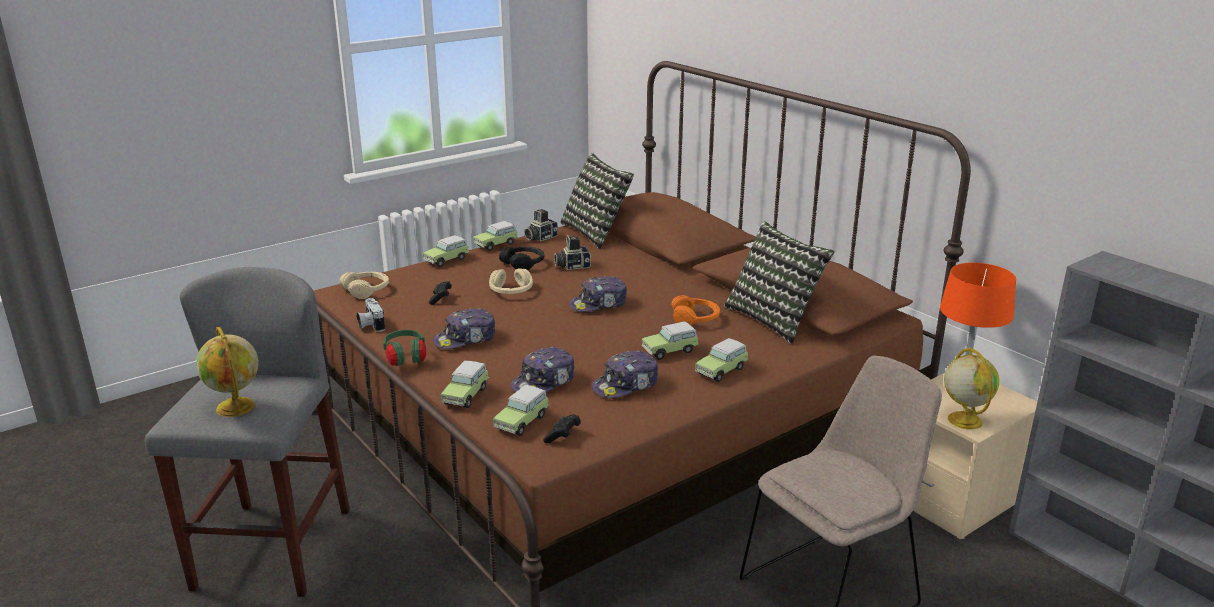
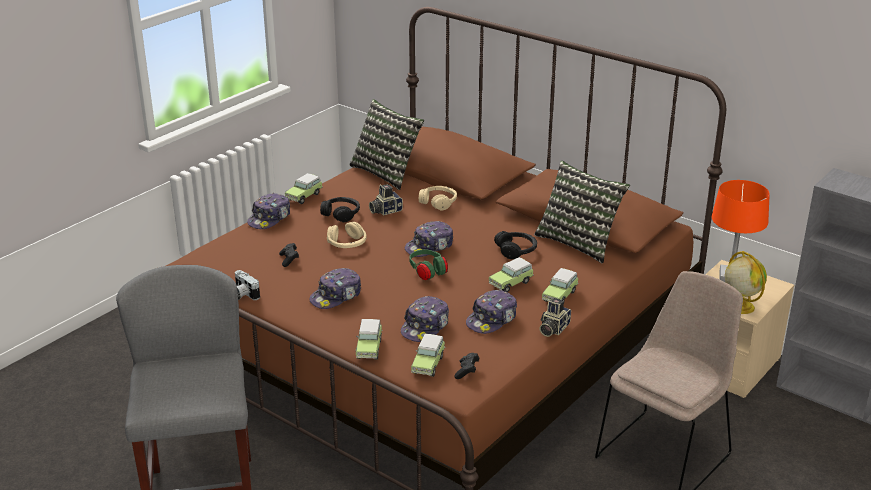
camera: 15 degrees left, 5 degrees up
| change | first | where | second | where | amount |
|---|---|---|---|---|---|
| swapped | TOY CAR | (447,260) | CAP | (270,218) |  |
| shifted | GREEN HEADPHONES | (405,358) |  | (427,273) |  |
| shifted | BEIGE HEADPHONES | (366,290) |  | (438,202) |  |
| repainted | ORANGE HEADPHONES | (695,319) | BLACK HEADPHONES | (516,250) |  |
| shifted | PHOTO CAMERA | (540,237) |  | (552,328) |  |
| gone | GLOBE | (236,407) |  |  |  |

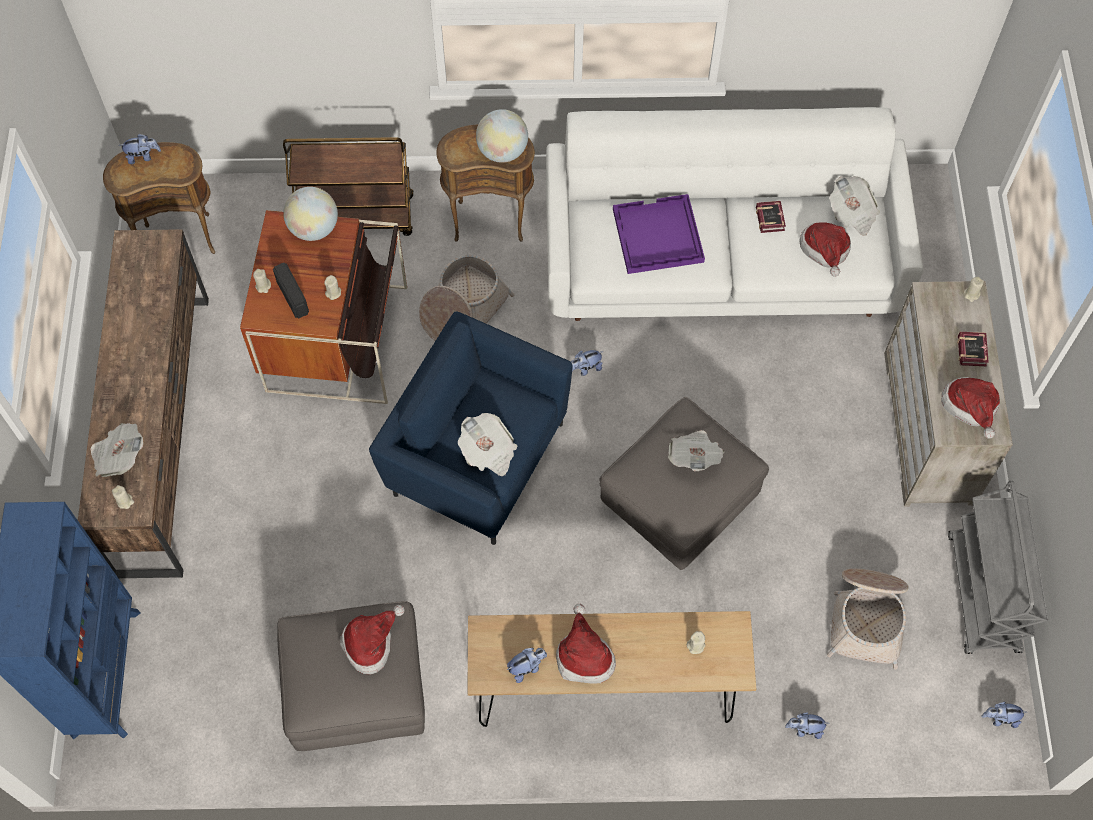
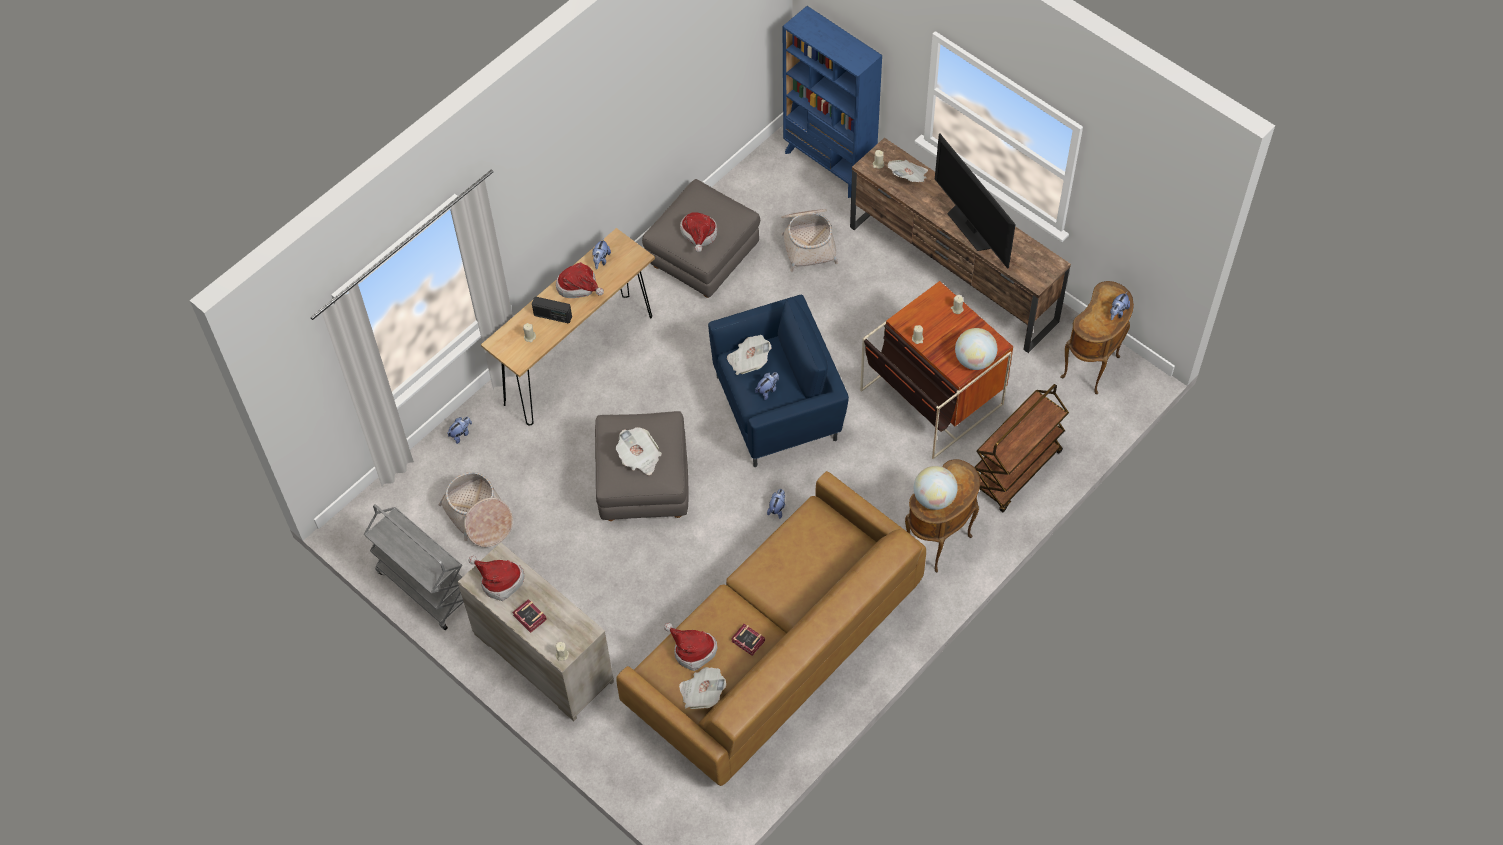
camera: 135 degrees right, 5 degrees down
| change | first | where | second | where | amount |
|---|---|---|---|---|---|
| shifted | RADIO | (293,297) |  | (552,316) |  |
| repainted | WHITE SOFA | (720,258) | BROWN SOFA | (776,650) |  |
| shifted | PLUSH TOY | (1000,718) |  | (768,390) |  |
| shifted | BASKET | (463,309) |  | (808,241) |  |
| new |  |  | TELEVISION | (972,227) |  |
| gone | PURPLE TRAY | (657,236) |  |  |  |

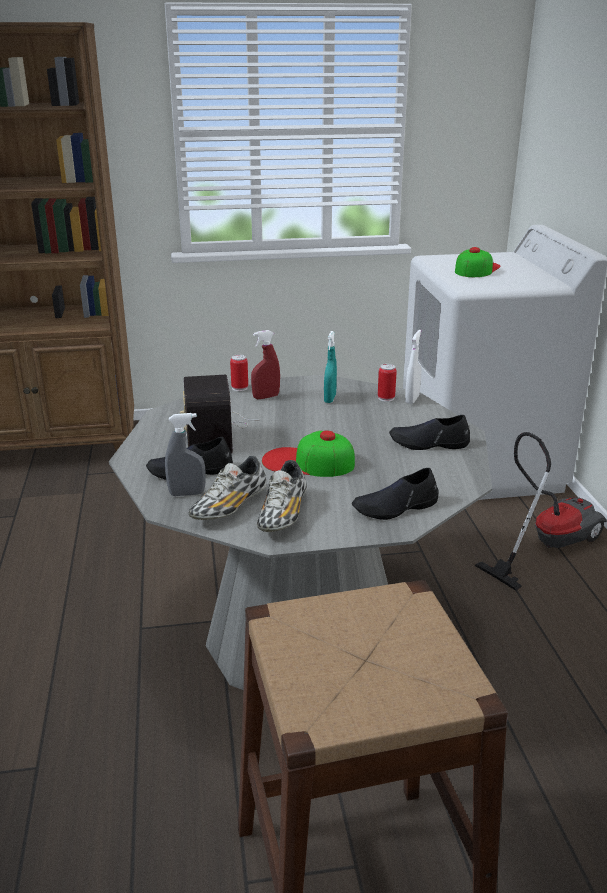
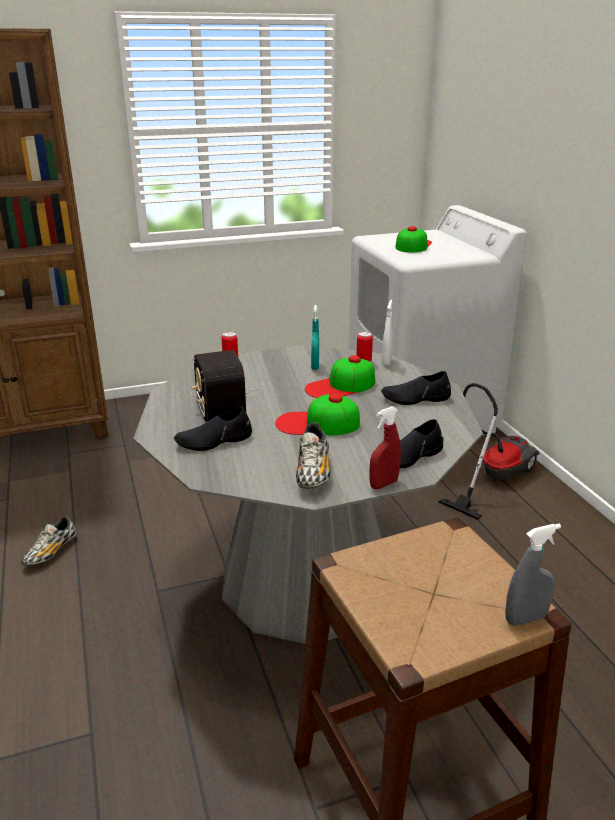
camera: 10 degrees left, 0 degrees up
| change | first | where | second | where | amount |
|---|---|---|---|---|---|
| shifted | SHOE | (229,507) |  | (51,552) |  |
| new |  |  | CAP | (341,386) |  |
| shifted | RED SPRAY BOTTLE | (266,397) |  | (383,484) |  |
| shifted | GREY SPRAY BOTTLE | (187,493) |  | (525,619) |  |

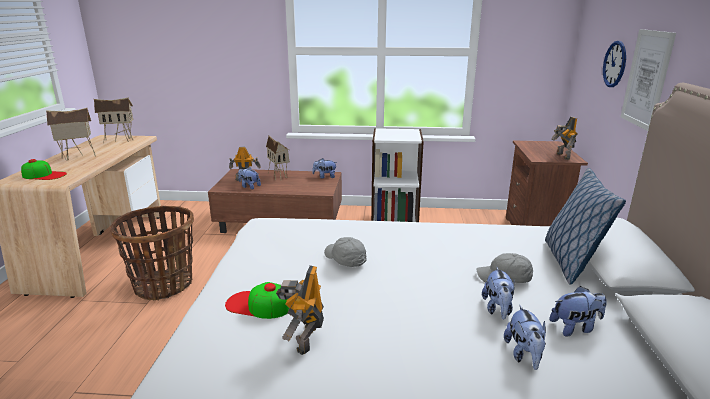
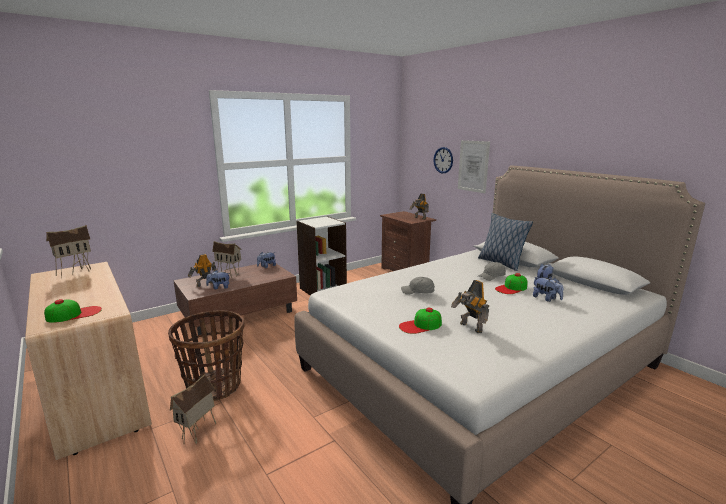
camera: 40 degrees left, 5 degrees down
| change | first | where | second | where | amount |
|---|---|---|---|---|---|
| shifted | TOY HOUSE | (77,157) |  | (199,434) |  |
| swapped | PLUSH TOY | (497,309) | CAP | (511,288) |  |

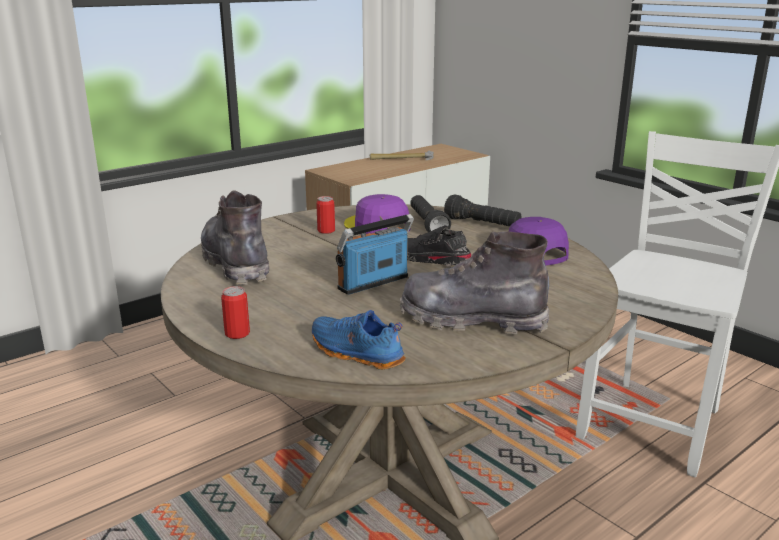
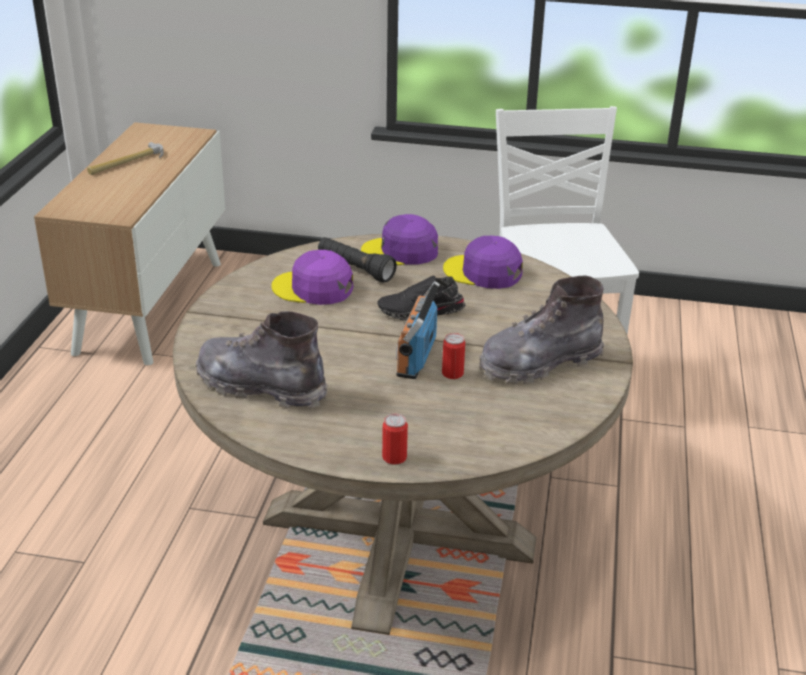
camera: 40 degrees left, 10 degrees up
| change | first | where | second | where | amount |
|---|---|---|---|---|---|
| swapped | BLACK FLASHLIGHT | (482,224) | PURPLE CAP | (401,251) |  |
| shifted | CAN | (326,231) |  | (452,373) |  |
| gone | BLUE SHOE | (355,354) |  |  |  |

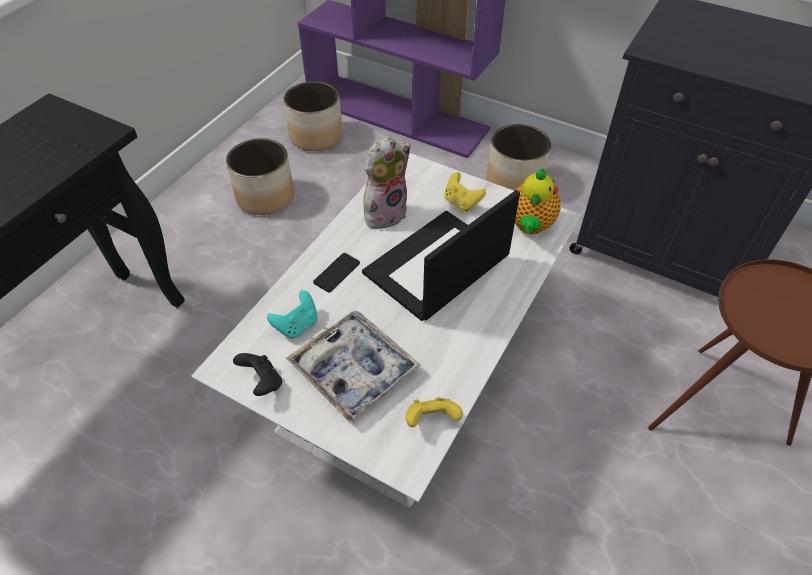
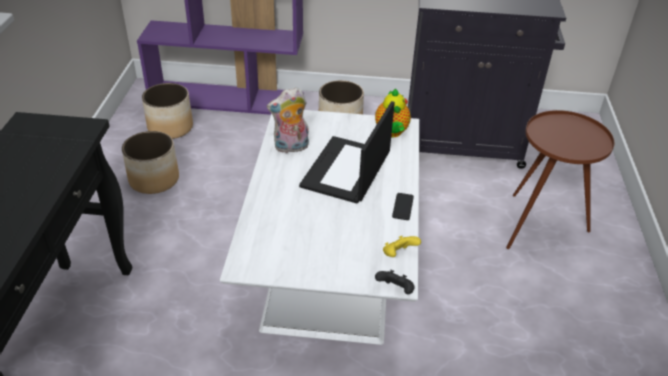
camera: 25 degrees left, 10 degrees down
| change | first | where | second | where | amount |
|---|---|---|---|---|---|
| rotated | PLUSH TOY | (385,212) |  | (291,148) | 135 degrees counterclockwise |
| shifted | BLACK GAME CONTROLLER | (262,382) |  | (395,290) |  |
| shifted | PHONE | (337,273) |  | (403,207) |  |
| gone | TURQUOISE GAME CONTROLLER | (297,325) |  |  |  |
| gone | TRAY | (354,370) |  |  |  |
| gone | YELLOW GAME CONTROLLER | (461,203) |  |  |  |

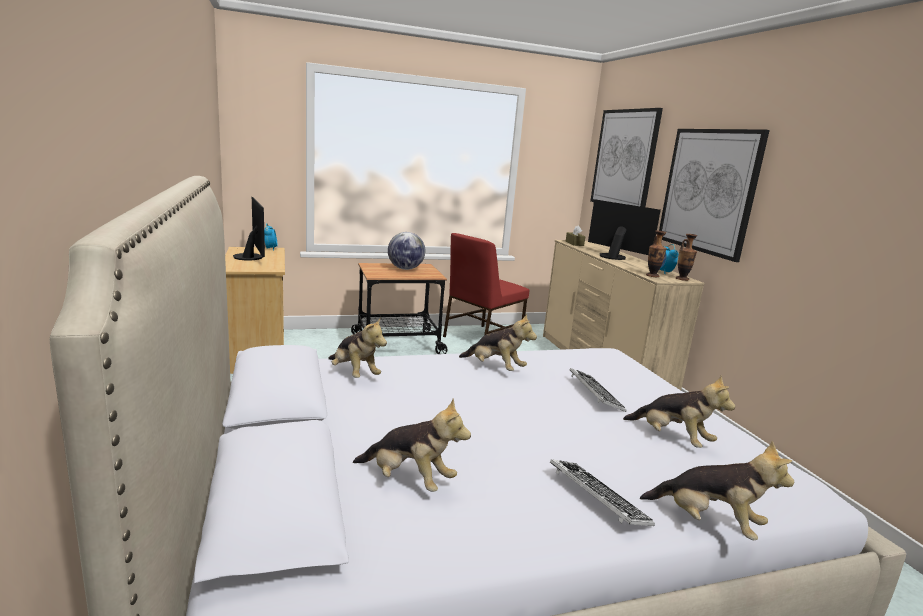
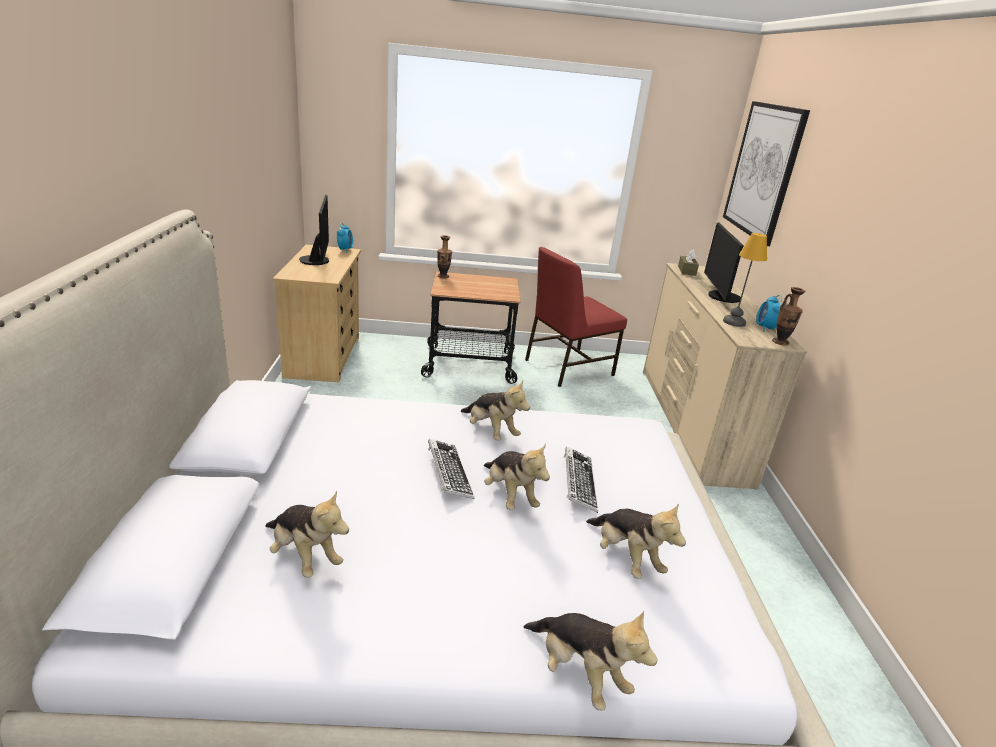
camera: 15 degrees right, 10 degrees up
| change | first | where | second | where | amount |
|---|---|---|---|---|---|
| shifted | KEYBOARD | (597,498) |  | (449,473) |  |
| shifted | VASE | (652,276) |  | (443,276) |  |
| shifted | PLUSH TOY | (354,374) |  | (509,495) |  |
| rotated | MONITOR | (614,256) |  | (720,296) | 150 degrees counterclockwise |
| new |  |  | TABLE LAMP | (734,322) |  |
| gone | GLOBE | (405,269) |  |  |  |
| gone | PICTURE | (708,191) |  |  |  |

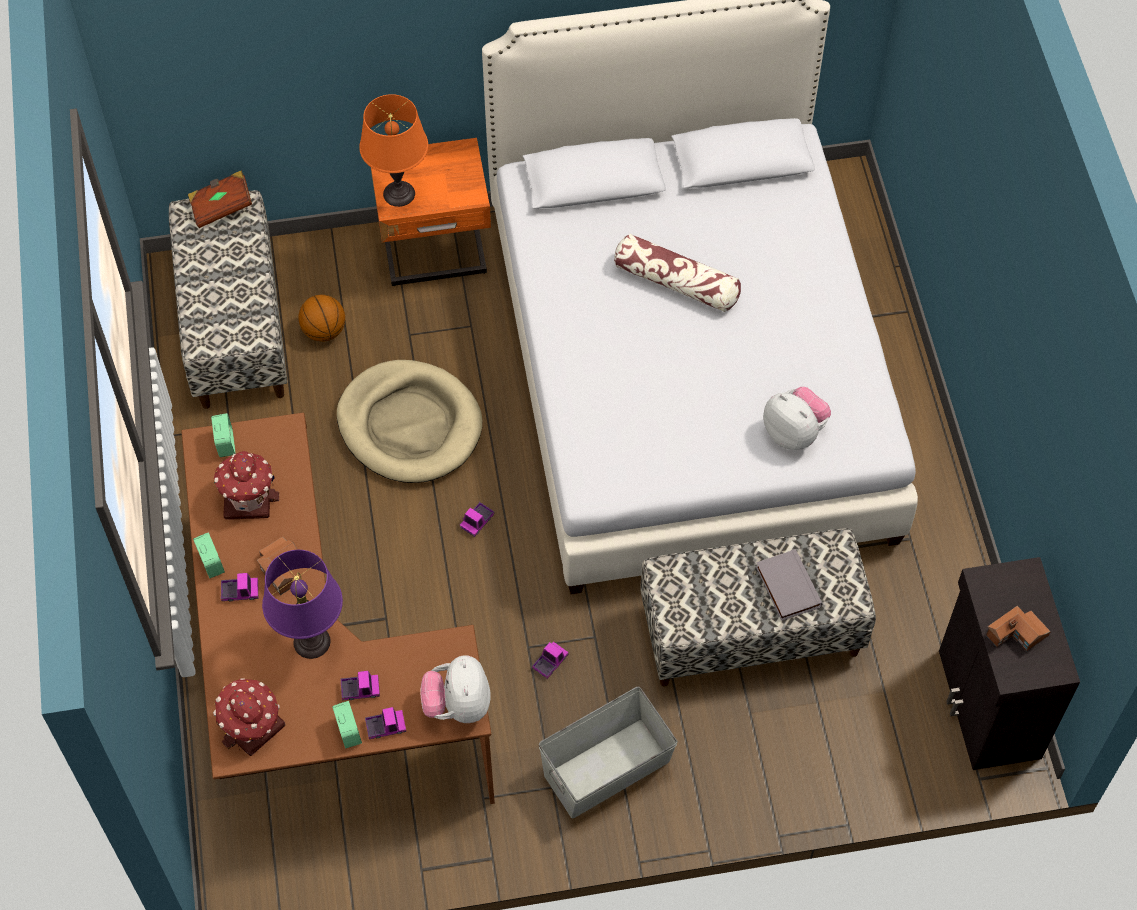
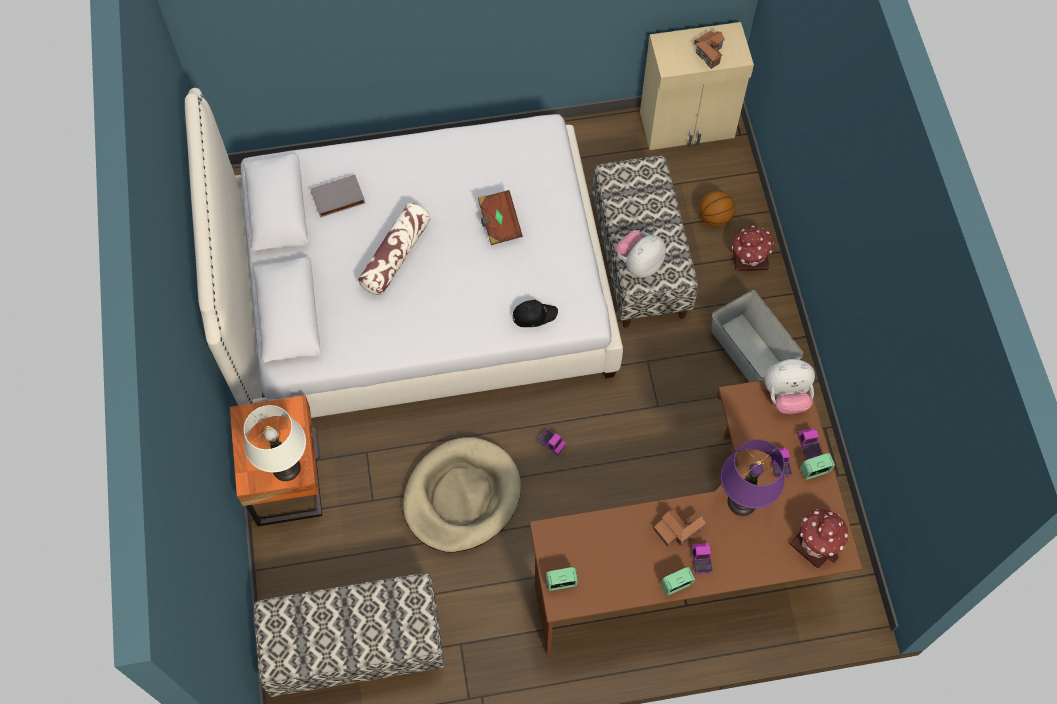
camera: 90 degrees left, 5 degrees up
| change | first | where | second | where | amount |
|---|---|---|---|---|---|
| repainted | ORANGE TABLE LAMP | (399,193) | WHITE TABLE LAMP | (286,468) |  |
| shifted | GREY BOOK | (786,587) |  | (338,199) |  |
| shifted | BROWN BOOK | (221,207) |  | (499,223) |  |
| new |  |  | BLACK CAP | (534,315) |  |
| shifted | PLUSH TOY | (794,432) |  | (639,263) |  |
| repainted | BLACK CABINET | (987,705) | BEIGE CABINET | (688,126) |  |
| shifted | BASKETBALL | (324,331) |  | (714,217) |  |
| shifted | TOY HOUSE | (248,496) |  | (749,257) |  |
| gone | TOY TRUCK | (550,662) |  |  |  |

